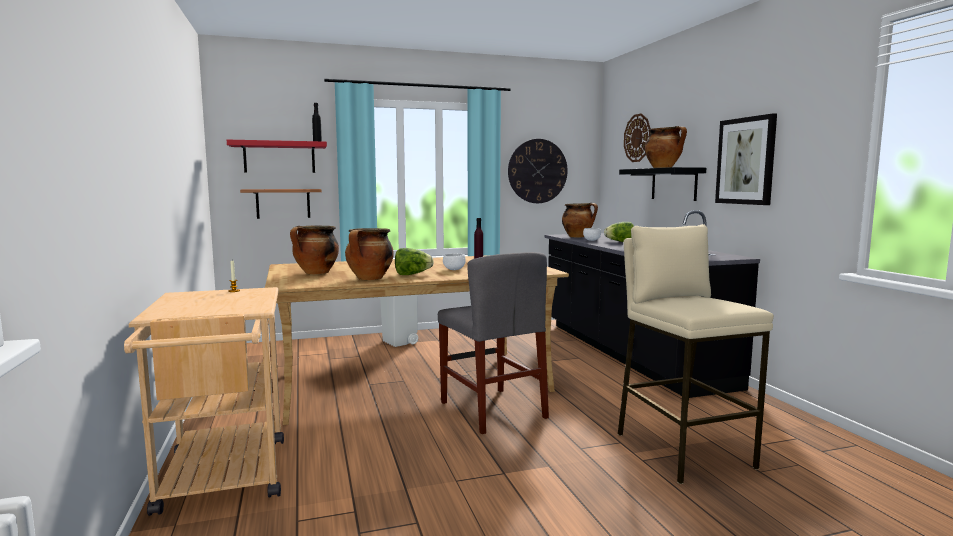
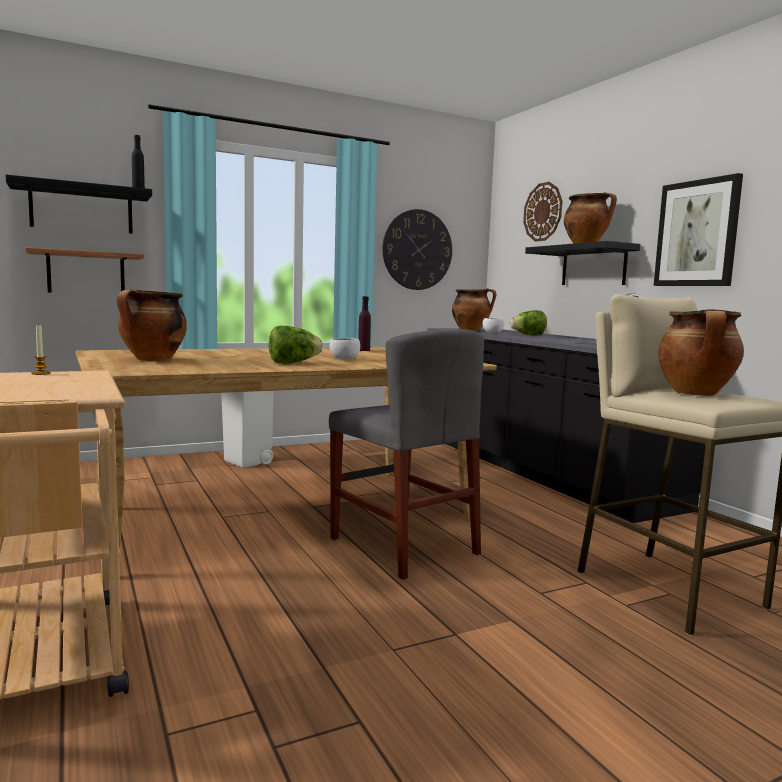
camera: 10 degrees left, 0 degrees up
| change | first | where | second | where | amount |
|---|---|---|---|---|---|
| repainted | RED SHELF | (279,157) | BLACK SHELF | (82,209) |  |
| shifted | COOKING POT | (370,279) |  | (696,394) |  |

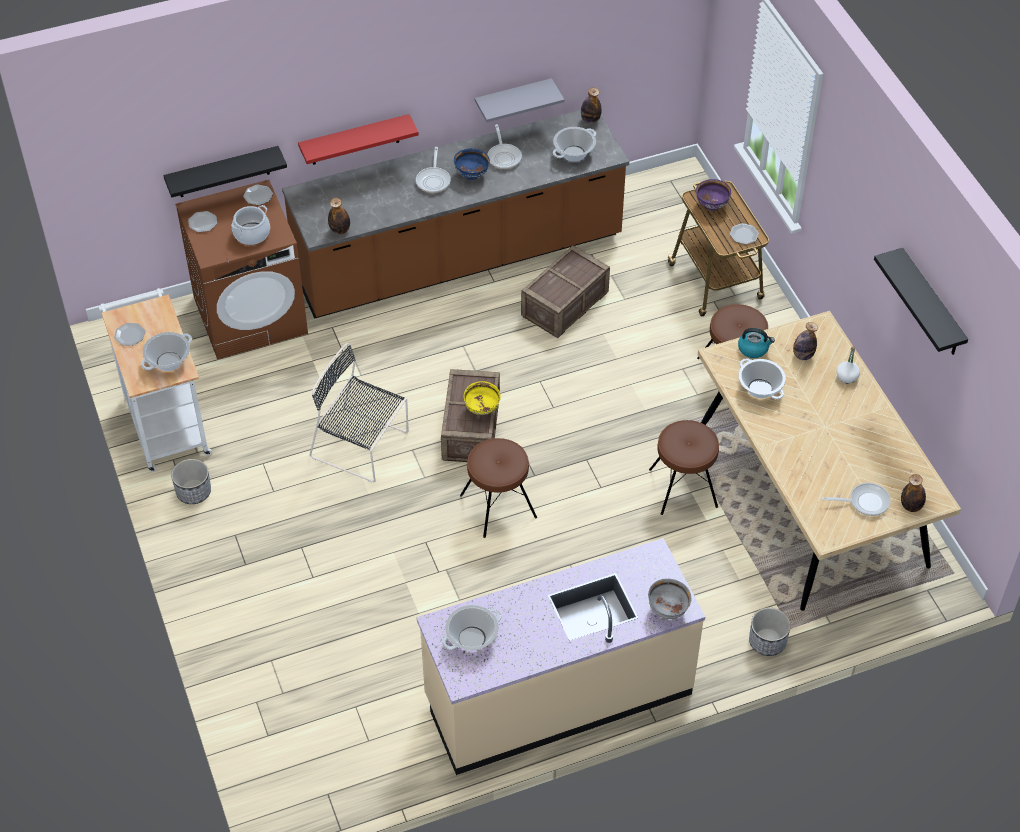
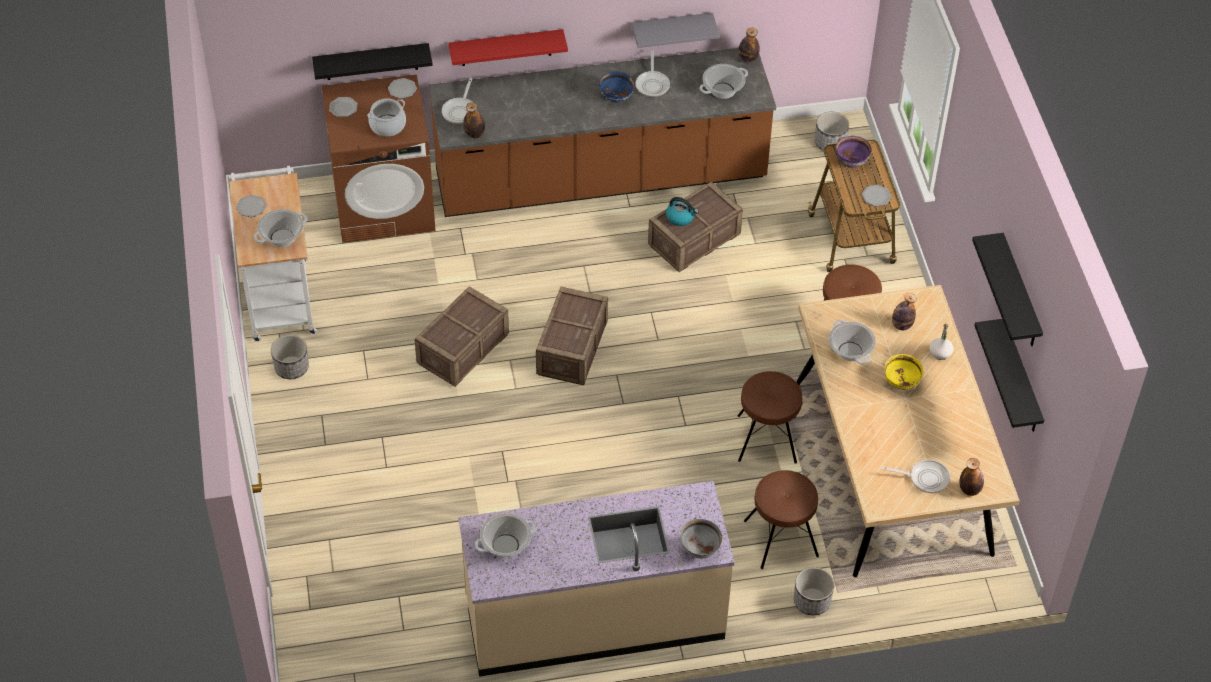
camera: 10 degrees right, 0 degrees up
| change | first | where | second | where | amount |
|---|---|---|---|---|---|
| swapped | BLACK CHAIR | (362,446) | CRATE | (462,348) |  |
| shifted | FRYING PAN | (433,180) |  | (460,111) |  |
| shifted | KETTLE | (753,349) |  | (680,217) |  |
| shifted | BROWN STOOL | (497,506) |  | (780,538) |  |
| new |  |  | PLANTER | (830,143) |  |
| shifted | YELLOW BOWL | (482,409) |  | (901,383) |  |
| new |  |  | BLACK SHELF | (1021,379) |  |

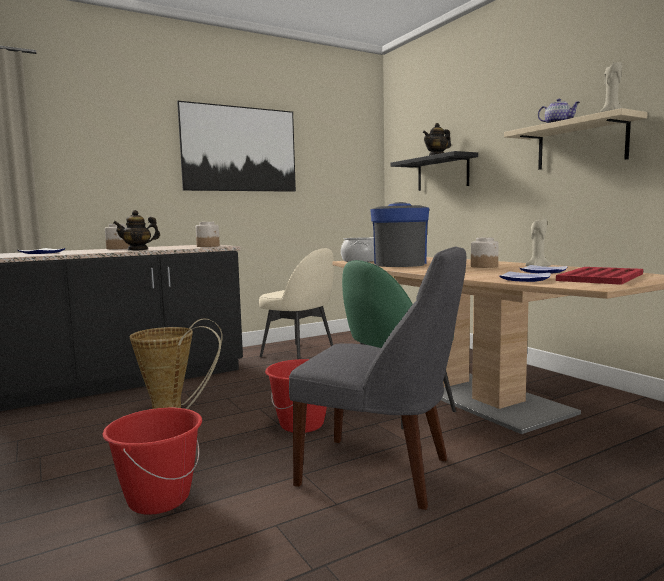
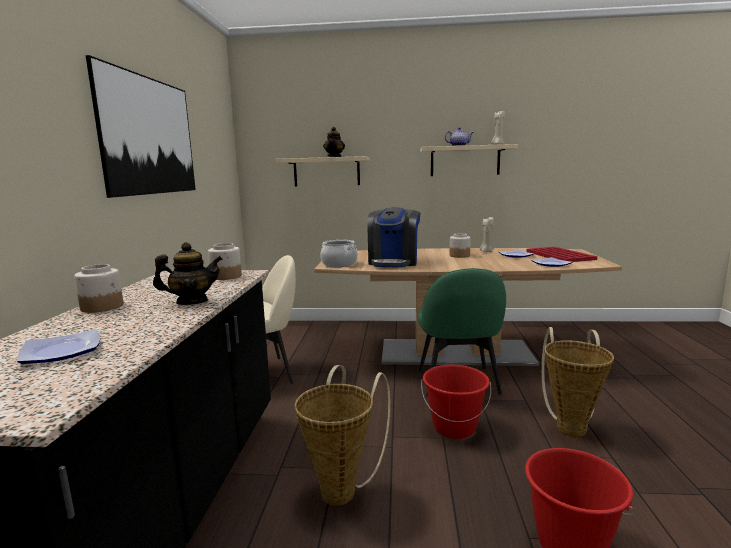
camera: 55 degrees left, 5 degrees up
| change | first | where | second | where | amount |
|---|---|---|---|---|---|
| rotated | TEAPOT | (138,250) |  | (192,302) | 120 degrees counterclockwise |
| repainted | BLACK SHELF | (442,173) | BEIGE SHELF | (326,172) |  |
| rotated | COFFEE MACHINE | (399,264) |  | (394,262) | 120 degrees counterclockwise |
| swapped | GREY CHAIR | (382,472) | BASKET | (570,425) |  |

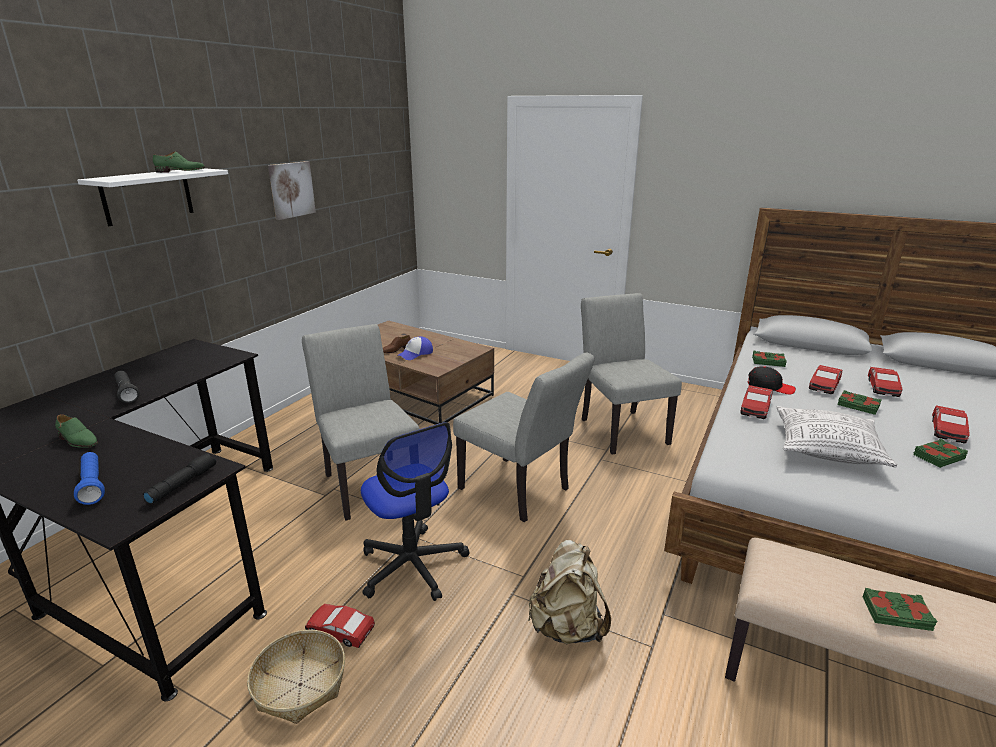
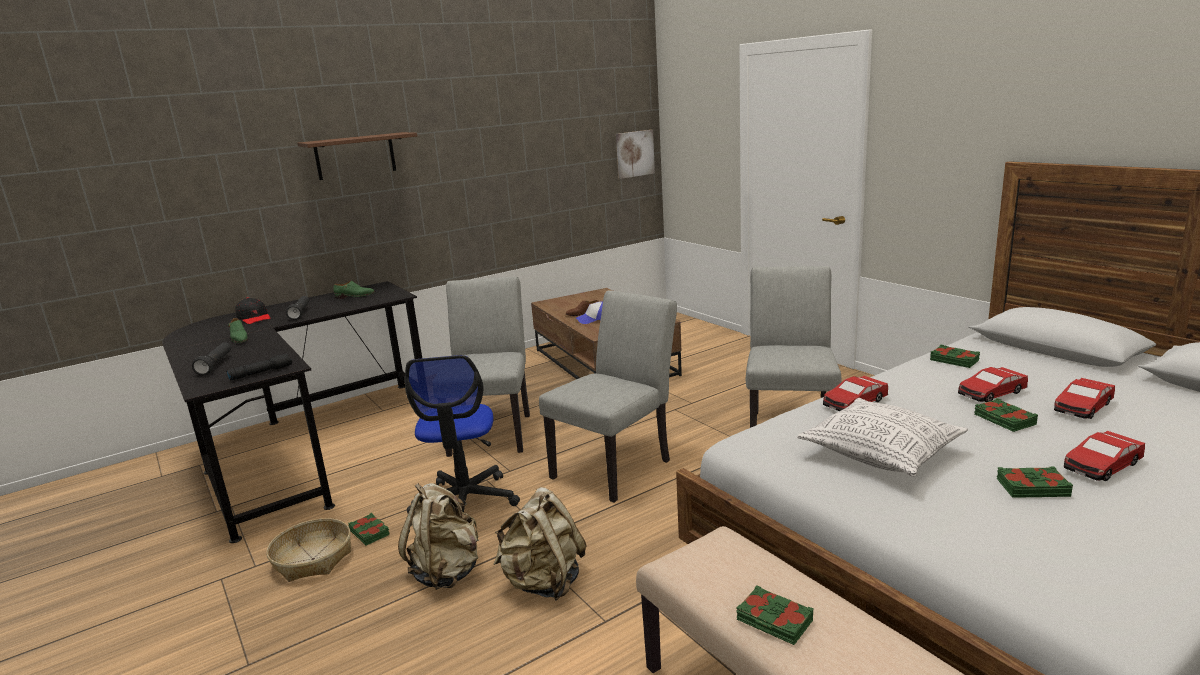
camera: 30 degrees right, 5 degrees down
| change | first | where | second | where | amount |
|---|---|---|---|---|---|
| repainted | BLUE FLASHLIGHT | (92,485) | BLACK FLASHLIGHT | (215,365) |  |
| shifted | BLACK CAP | (770,387) |  | (254,318) |  |
| repainted | WHITE SHELF | (147,196) | BROWN SHELF | (355,156) |  |
| shifted | GREEN SHOE | (181,171) |  | (355,296) |  |
| swapped | TOY CAR | (340,630) | GREEN BOOK | (370,532) |  |
| new |  |  | BEIGE BACKPACK | (447,572) |  |
| rotated | GREY CHAIR | (520,492) |  | (617,465) | 120 degrees counterclockwise |
| shifted | PICTURE | (291,189) |  | (634,154) |  |

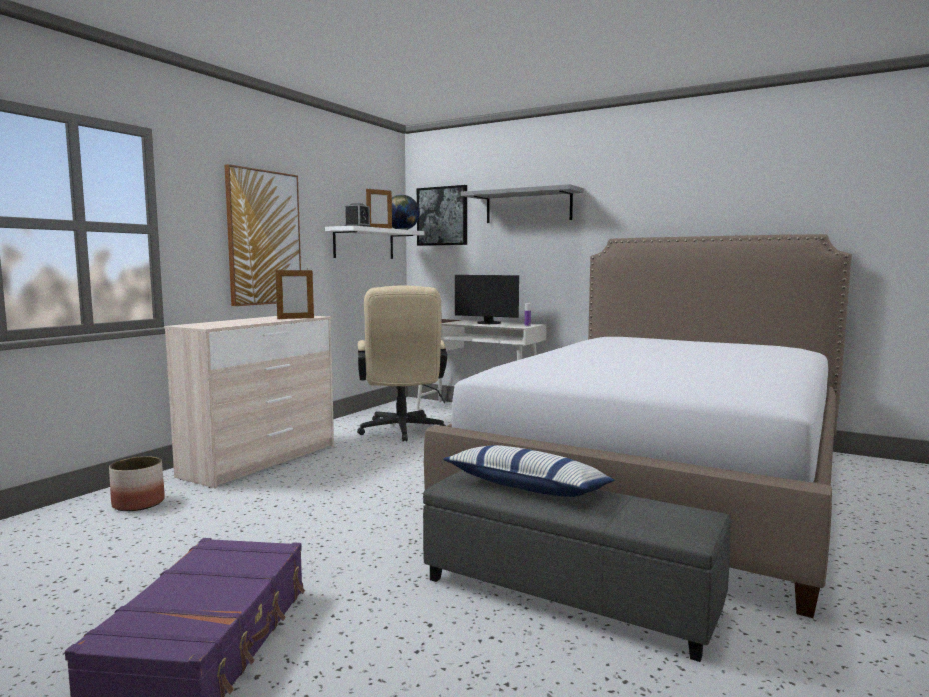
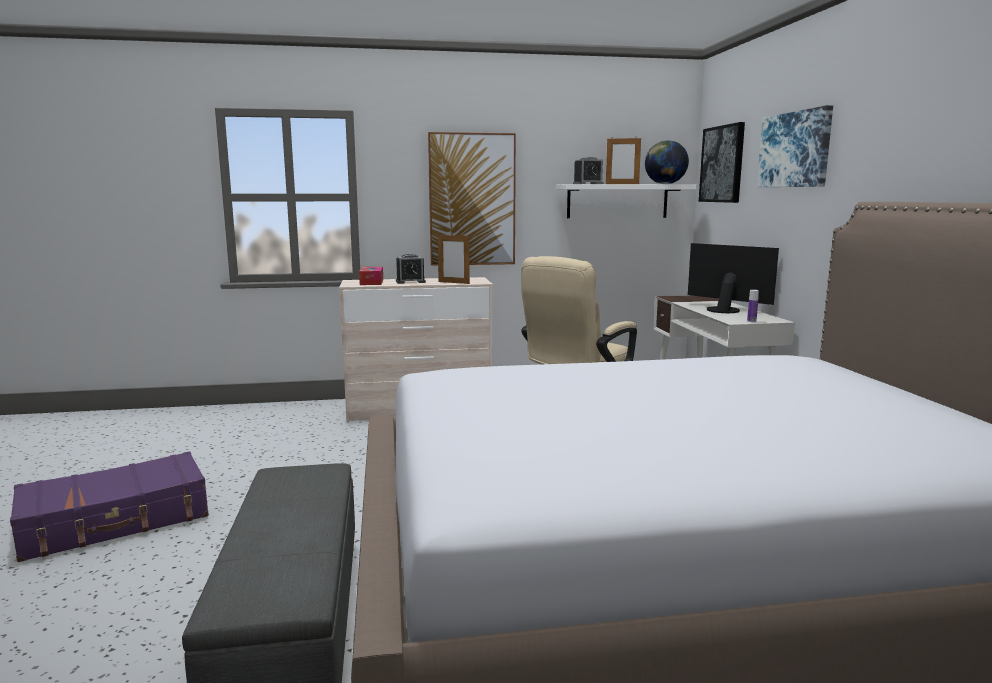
camera: 50 degrees right, 5 degrees up
| change | first | where | second | where | amount |
|---|---|---|---|---|---|
| new |  |  | TISSUE BOX | (371,282) |  |
| new |  |  | ALARM CLOCK | (410,282) |  |
| rotated | MONITOR | (488,323) |  | (724,310) | 150 degrees clockwise |
| swapped | GREY SHELF | (528,206) | PICTURE | (795,150) |  |
| gone | PLANTER | (139,503) |  |  |  |
| gone | PILLOW | (527,487) |  |  |  |

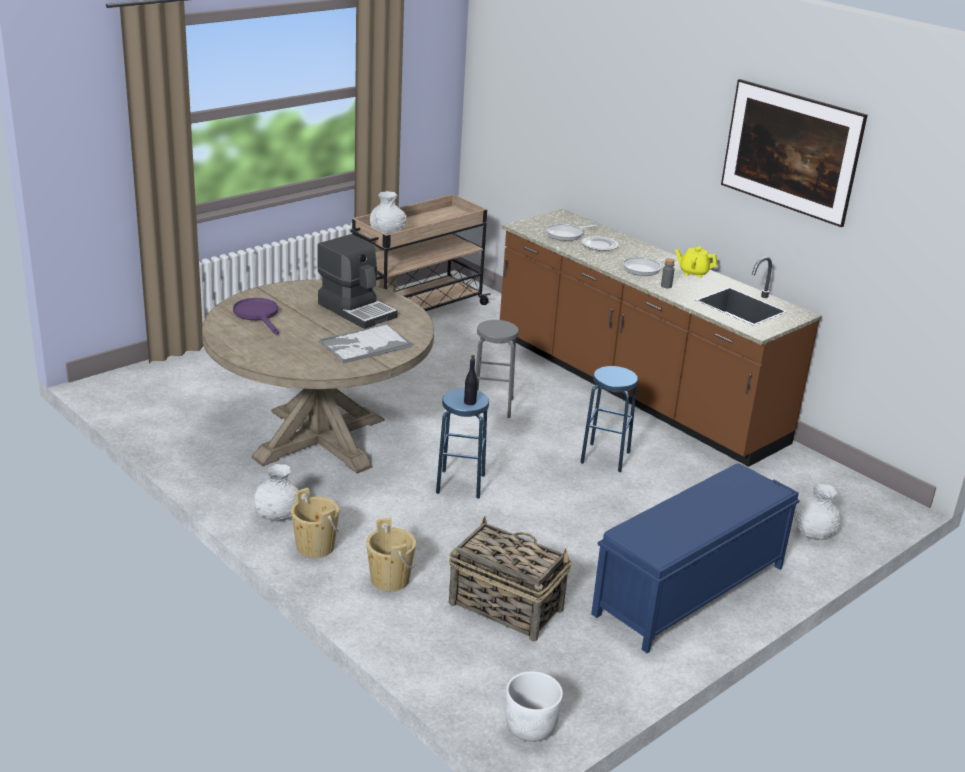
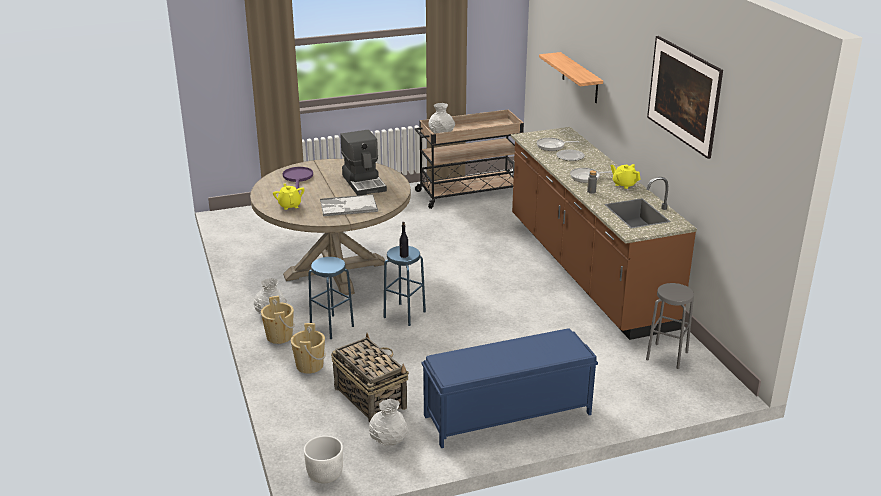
camera: 25 degrees right, 0 degrees up
| change | first | where | second | where | amount |
|---|---|---|---|---|---|
| new |  |  | YELLOW TEAPOT | (290,205) |  |
| shifted | BLUE STOOL | (605,457) |  | (331,327) |  |
| shifted | WHITE VASE | (813,534) |  | (388,440) |  |
| new |  |  | SHELF | (580,78) |  |
| shifted | GREY STOOL | (492,406) |  | (667,356) |  |

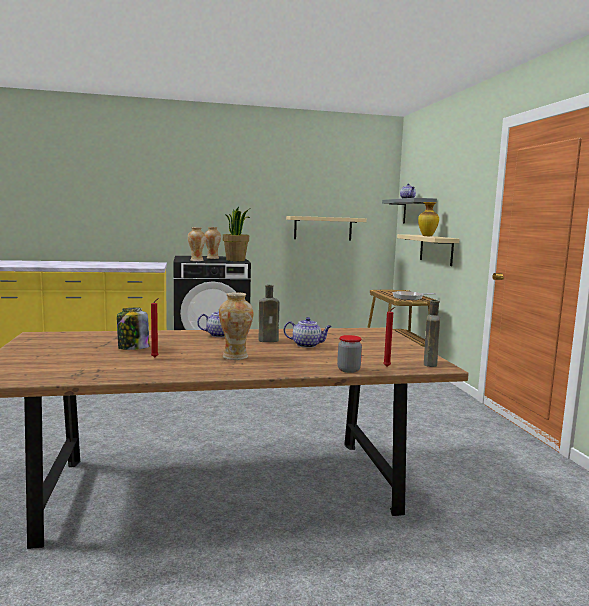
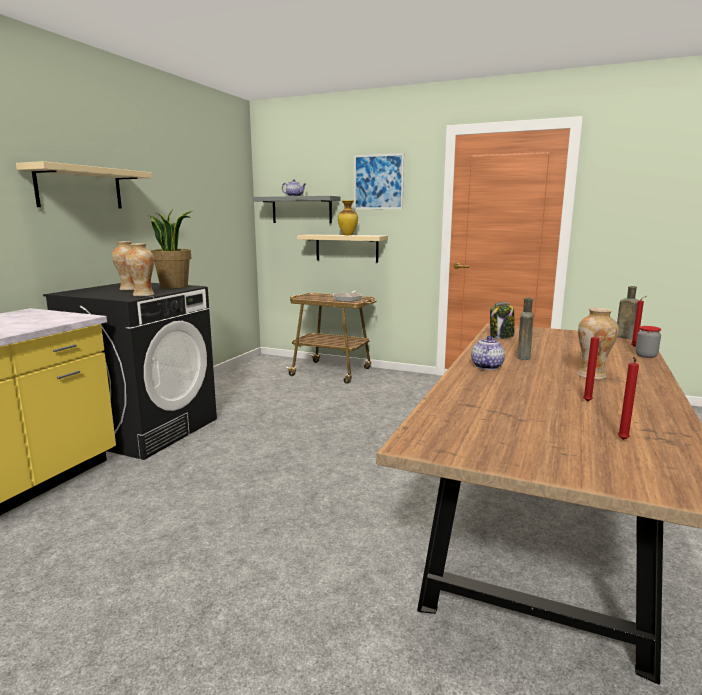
camera: 55 degrees left, 5 degrees up
| change | first | where | second | where | amount |
|---|---|---|---|---|---|
| shifted | BEIGE SHELF | (323,228) |  | (79,188) |  |
| new |  |  | PICTURE | (378,182) |  |
| shifted | JAR | (133,348) |  | (501,336) |  |
| new |  |  | RED CANDLE | (622,440) |  |
| gone | TEAPOT | (307,345) |  |  |  |

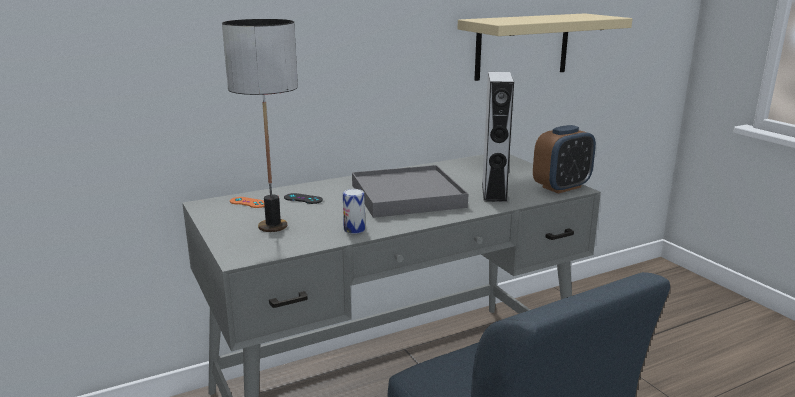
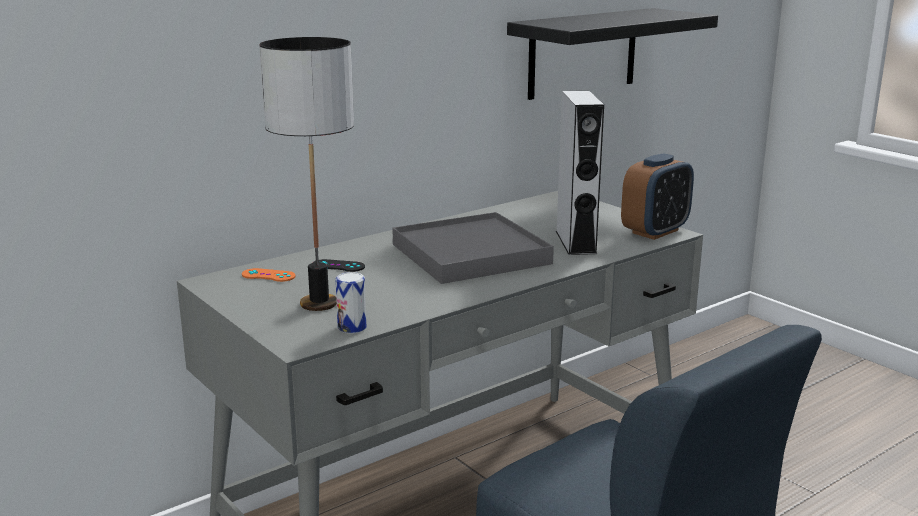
camera: 10 degrees left, 0 degrees up
| change | first | where | second | where | amount |
|---|---|---|---|---|---|
| shifted | CAN | (354,229) |  | (352,327) |  |
| repainted | BEIGE SHELF | (522,46) | BLACK SHELF | (583,53) |  |

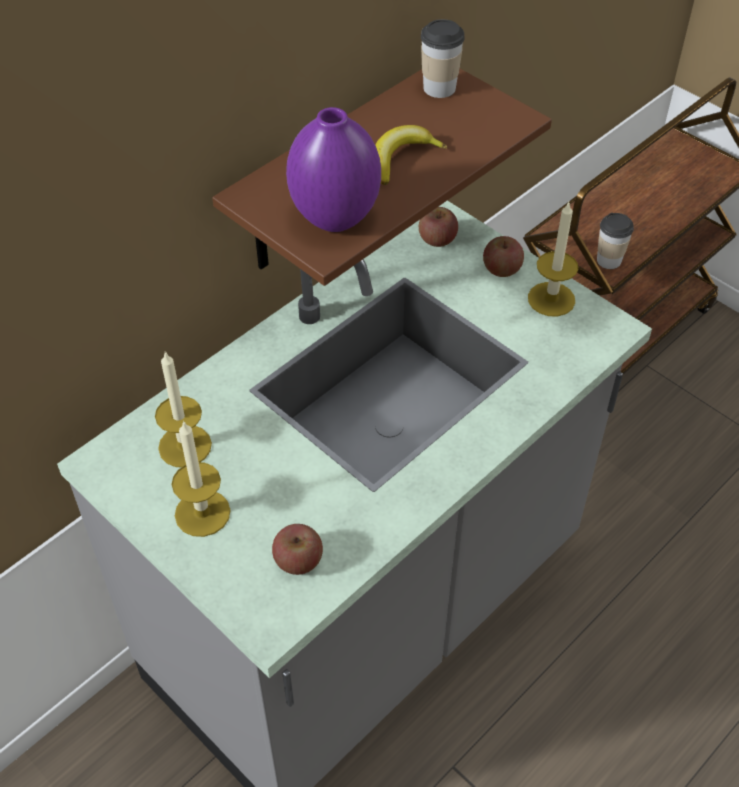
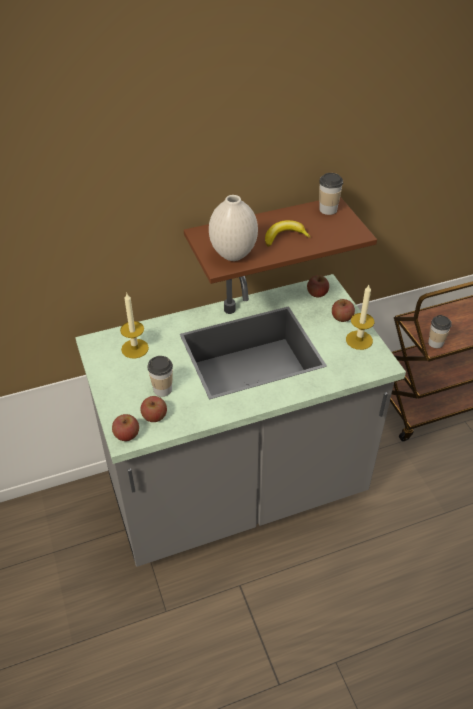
camera: 25 degrees right, 5 degrees down
| change | first | where | second | where | amount |
|---|---|---|---|---|---|
| new |  |  | APPLE | (126,435) |  |
| new |  |  | CUP | (162,389) |  |
| repainted | PURPLE VASE | (335,220) | WHITE VASE | (233,255) |  |
| gone | CANDLE | (202,513) |  |  |  |

